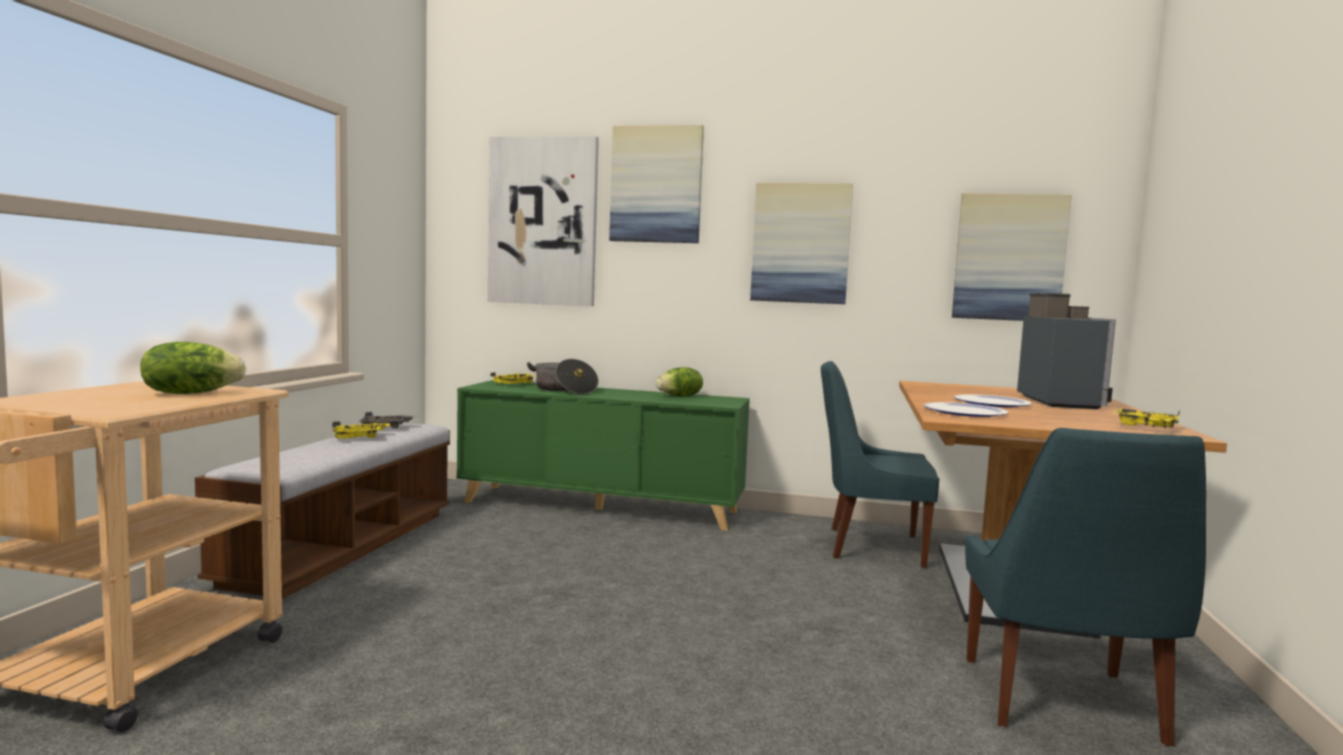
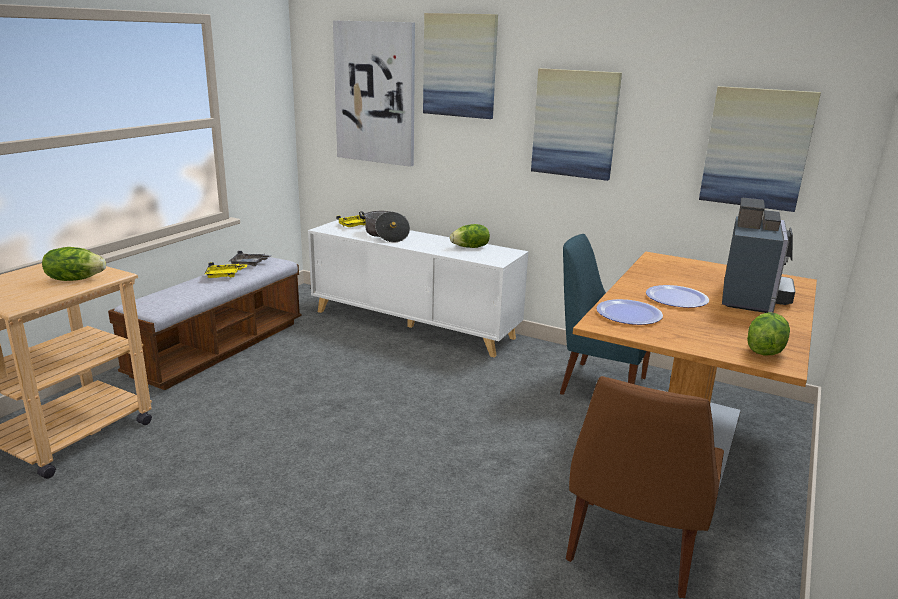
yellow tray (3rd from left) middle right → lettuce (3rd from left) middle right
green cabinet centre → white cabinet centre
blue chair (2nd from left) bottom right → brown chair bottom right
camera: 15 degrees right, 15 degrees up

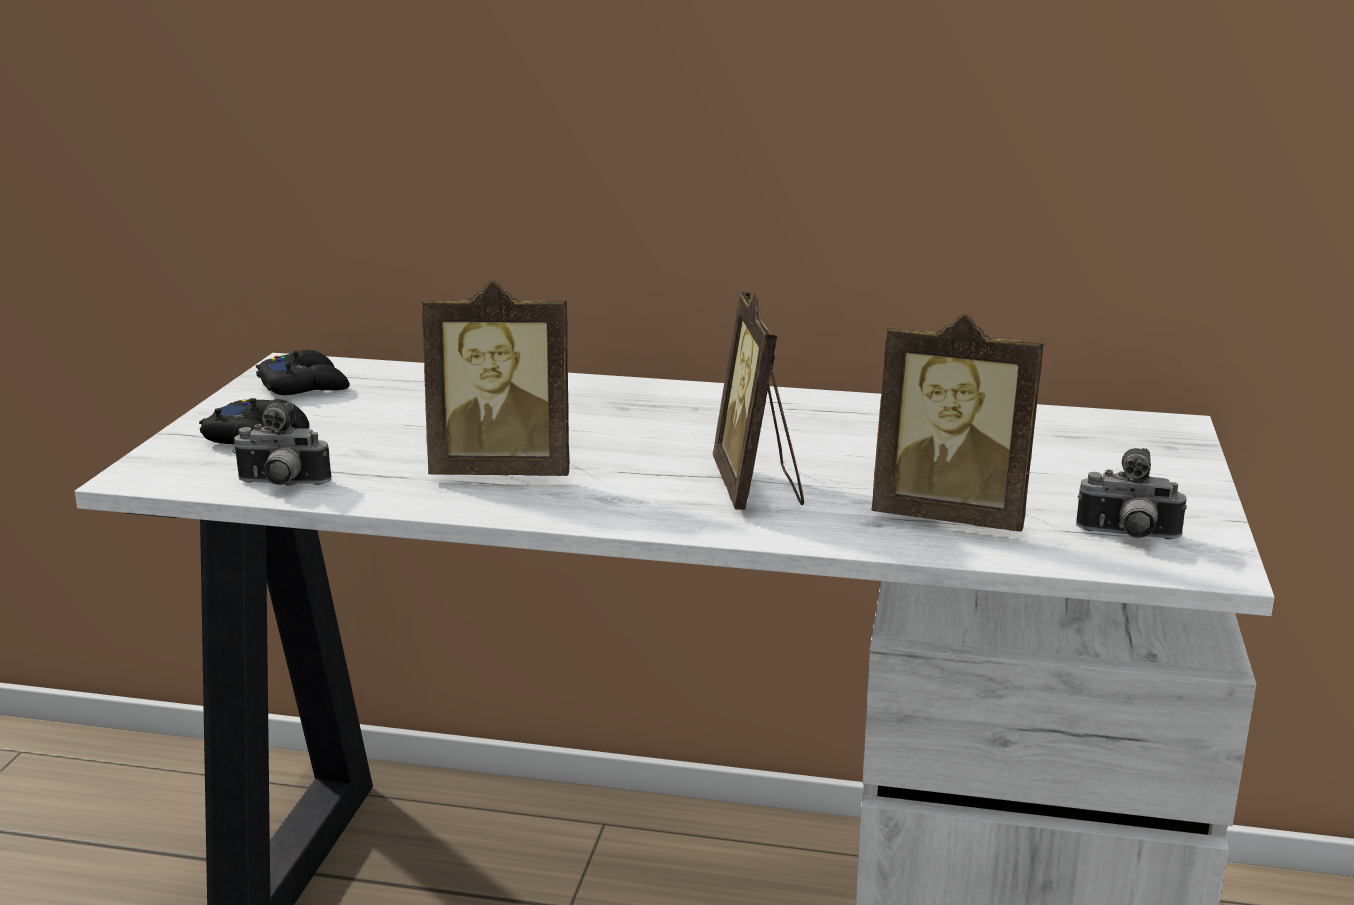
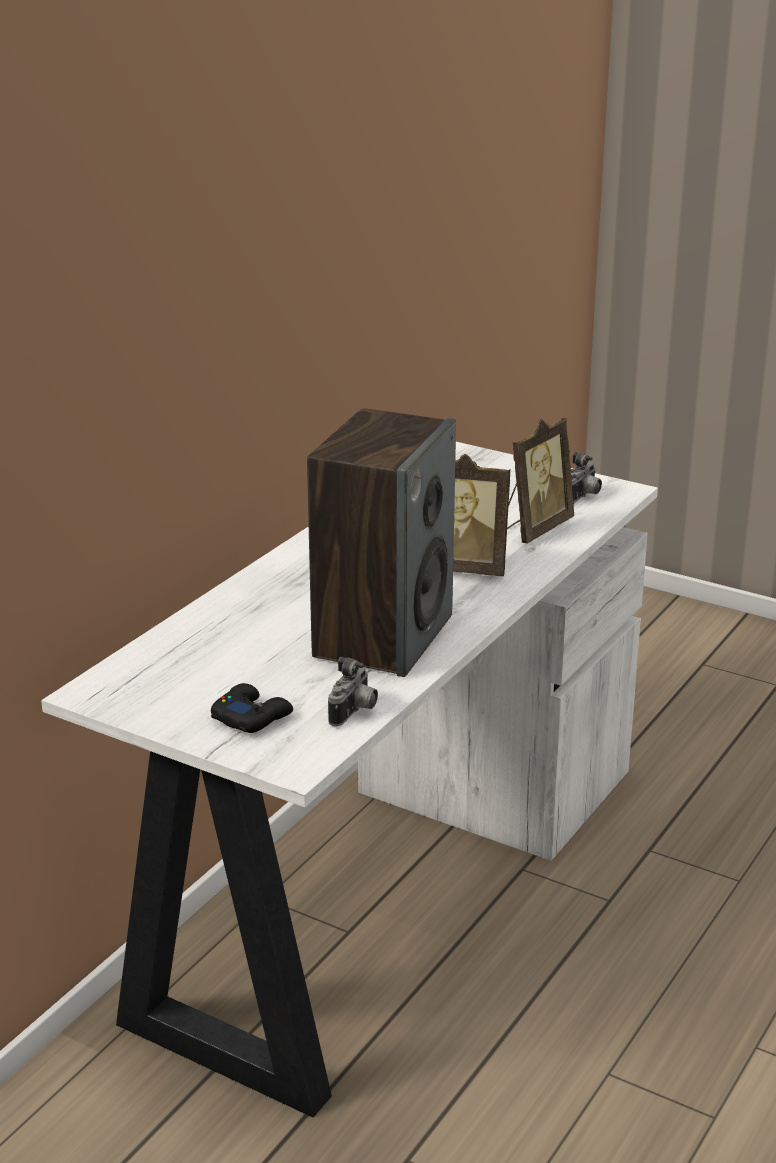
black game controller (2nd from left) middle left → -
picture frame (1st from left) centre → speaker centre
camera: 70 degrees left, 5 degrees up

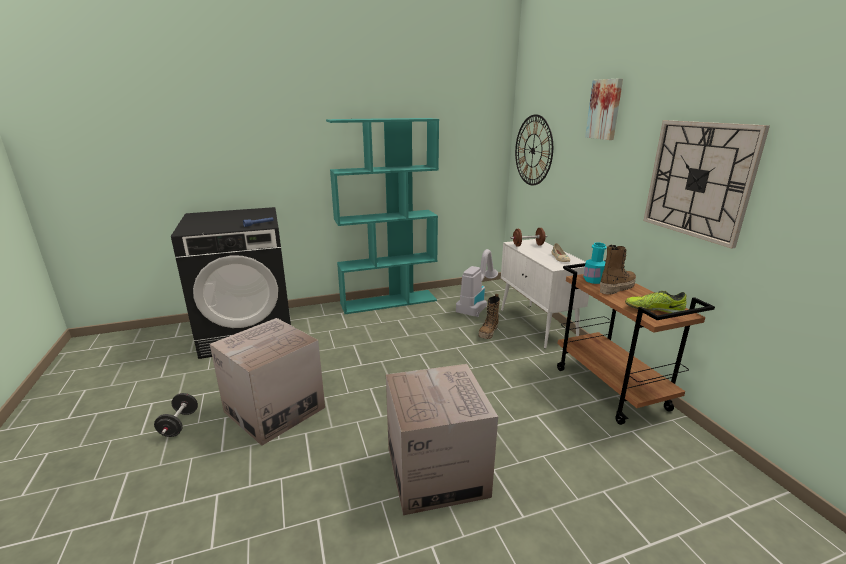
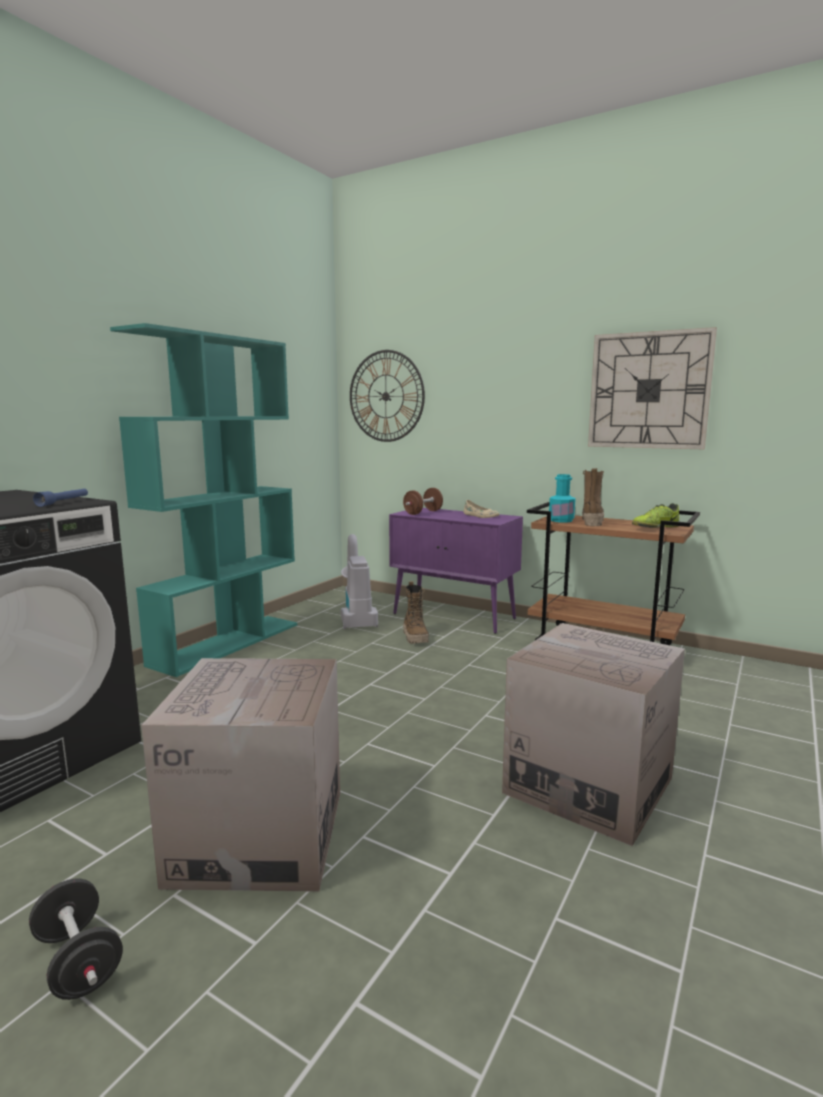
picture top right → -
white cabinet centre → purple cabinet centre
camera: 40 degrees left, 10 degrees down

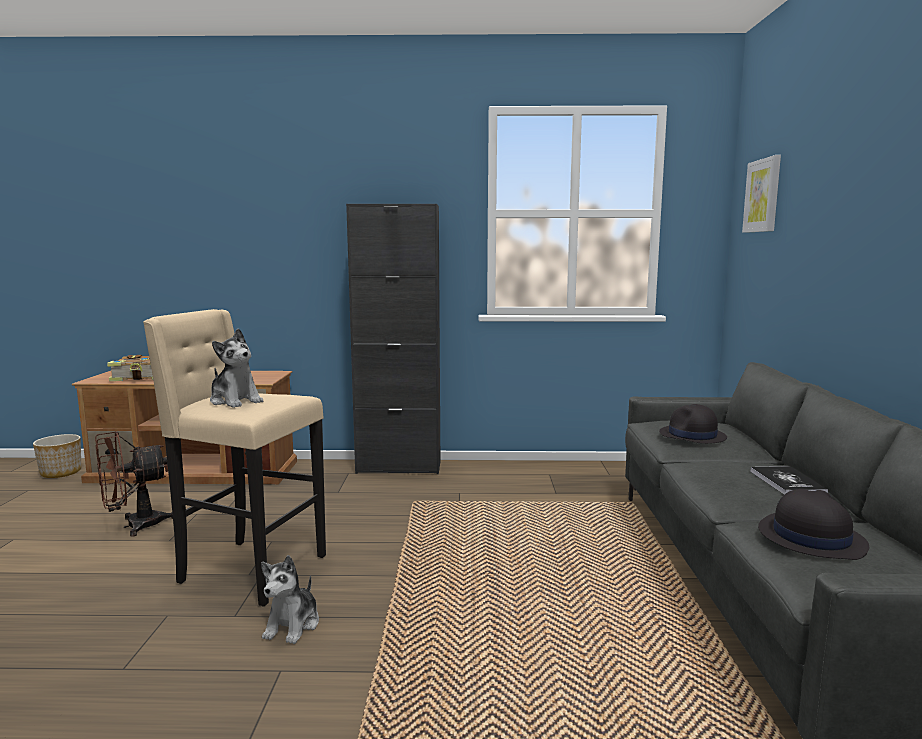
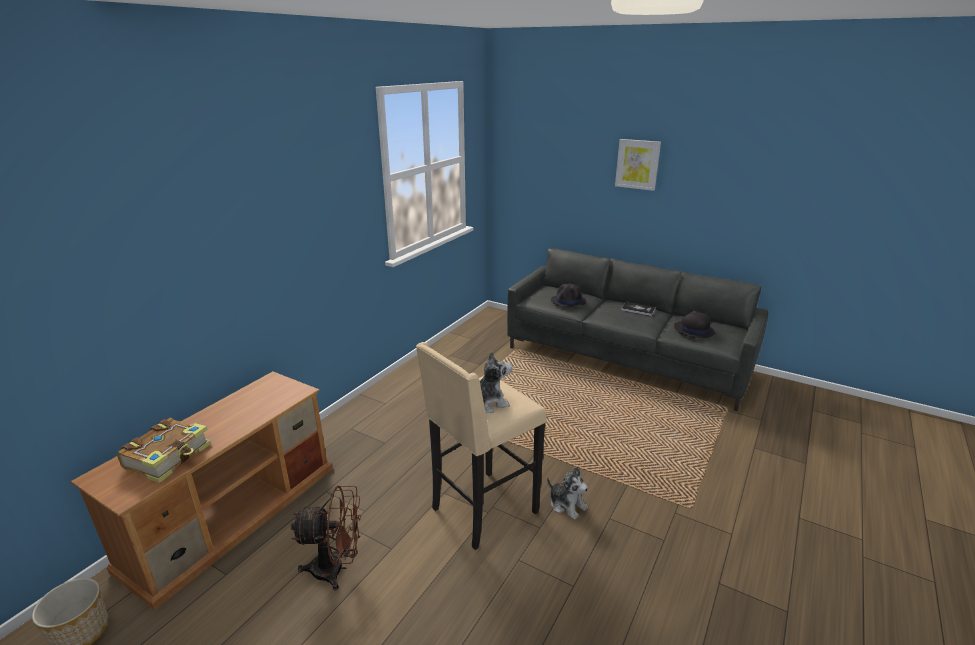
black cabinet centre → -
picture top right → picture top centre, move
brown fan middle left → brown fan bottom centre, 90 degrees counterclockwise
camera: 60 degrees left, 15 degrees up

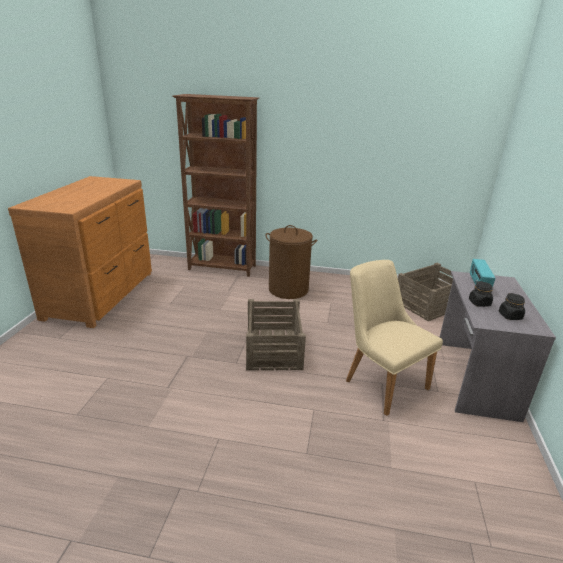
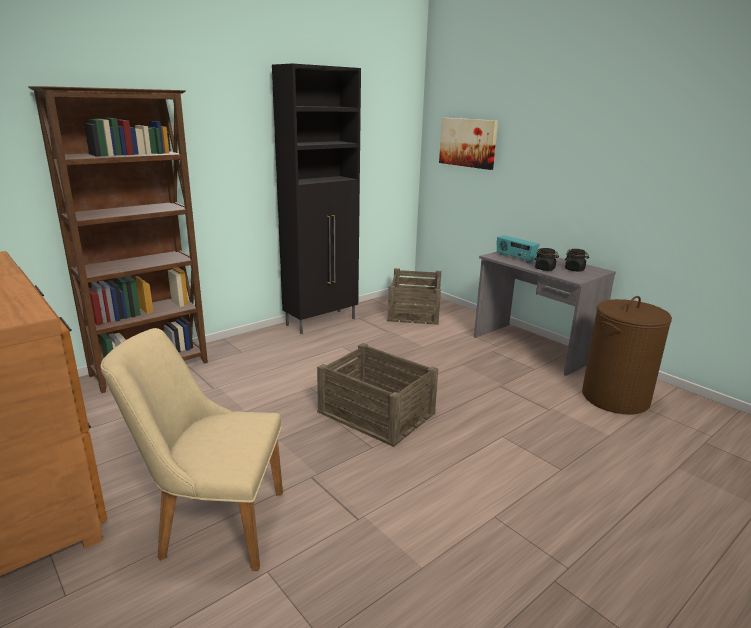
- → black cabinet top centre
- → picture top centre
brown laundry basket centre → brown laundry basket middle right, move
beige chair middle right → beige chair bottom left, move
camera: 50 degrees left, 5 degrees down

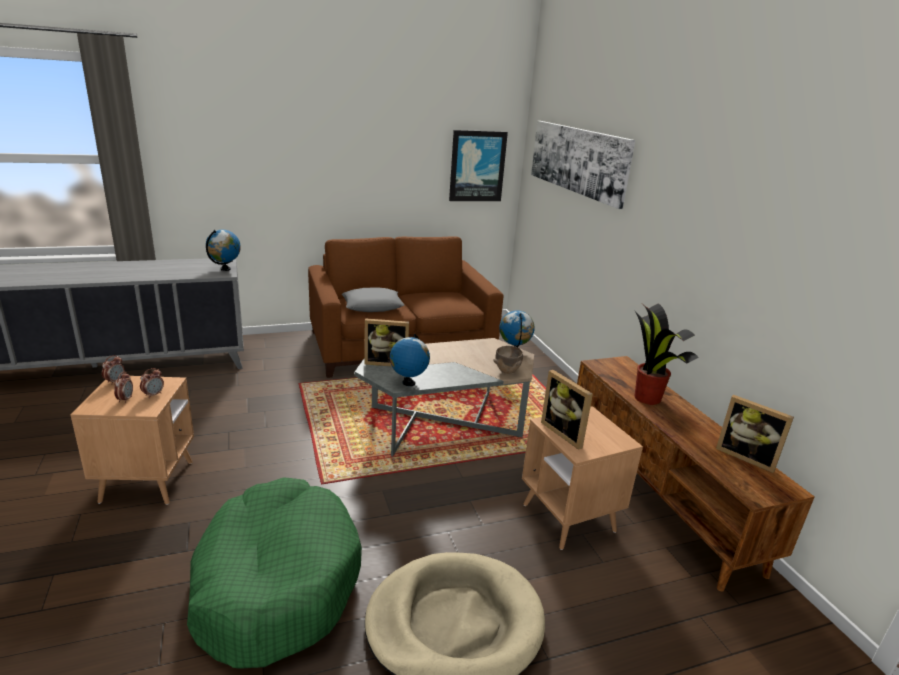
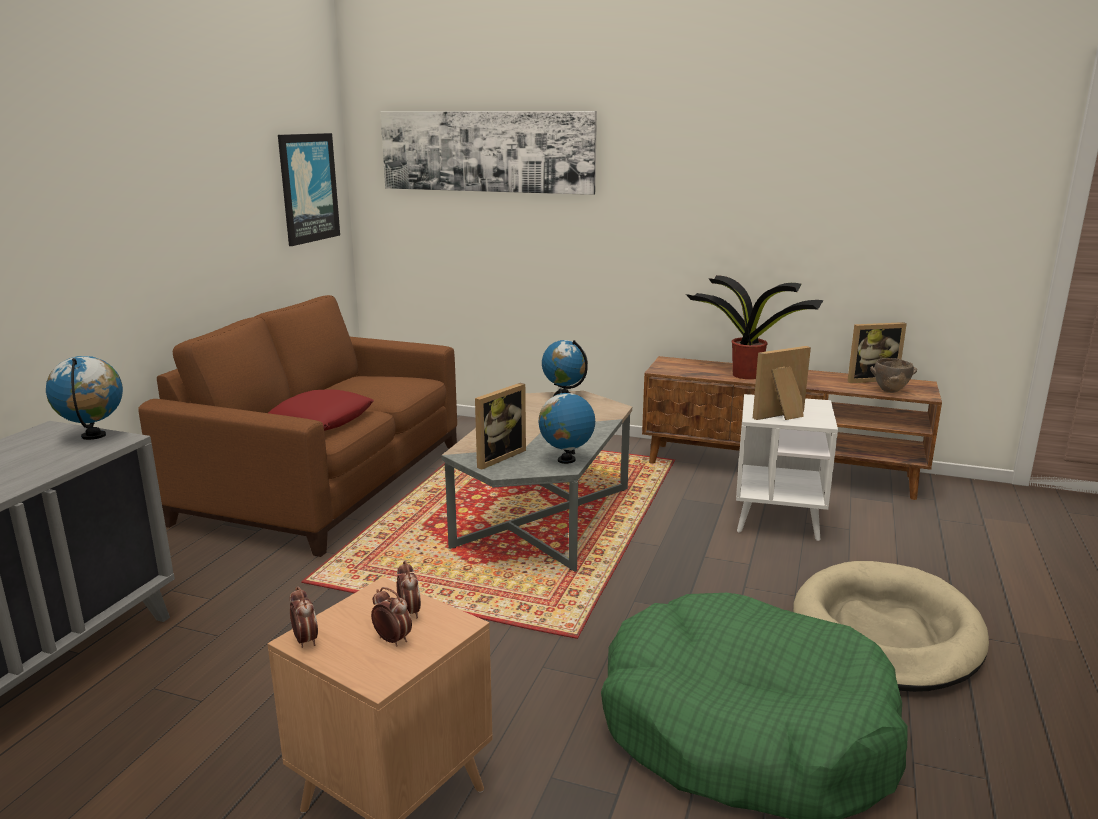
brown bowl centre → brown bowl middle right, move
grey pillow centre → red pillow middle left
brown side table (2nd from left) bottom centre → white side table middle right
picture frame (2nd from left) centre → picture frame (2nd from left) middle right, 150 degrees clockwise
camera: 50 degrees left, 5 degrees down

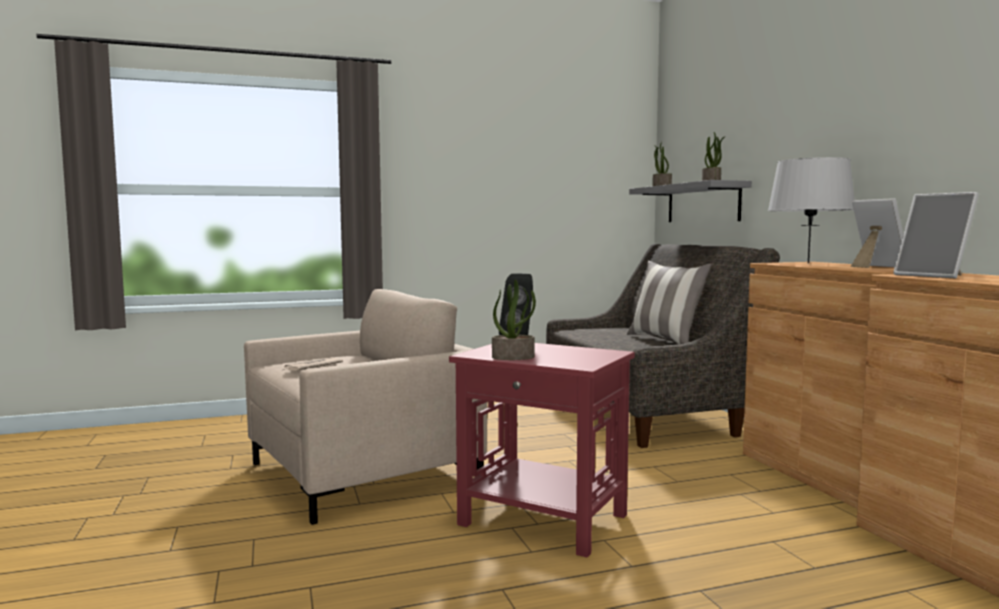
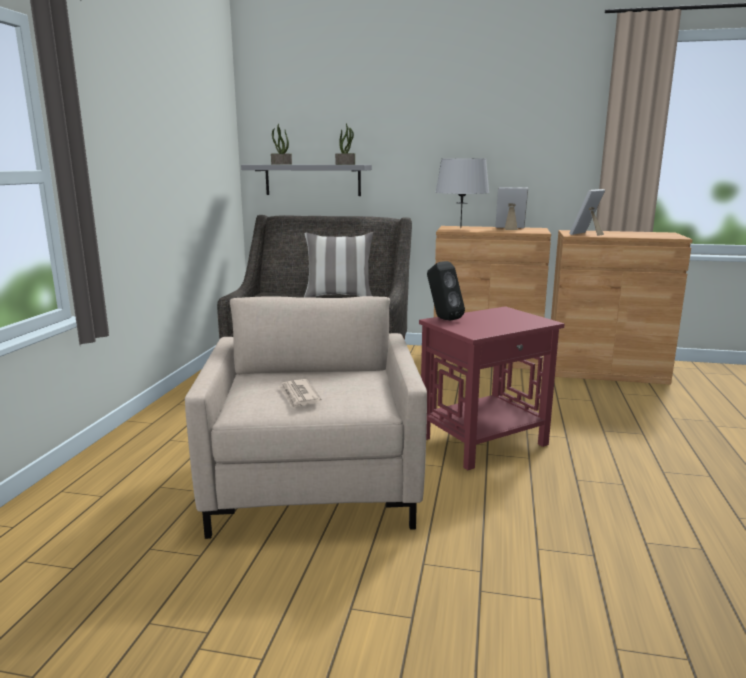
potted plant (1st from left) centre → -
picture frame (2nd from left) middle right → picture frame (2nd from left) top right, 135 degrees clockwise
camera: 60 degrees left, 10 degrees up

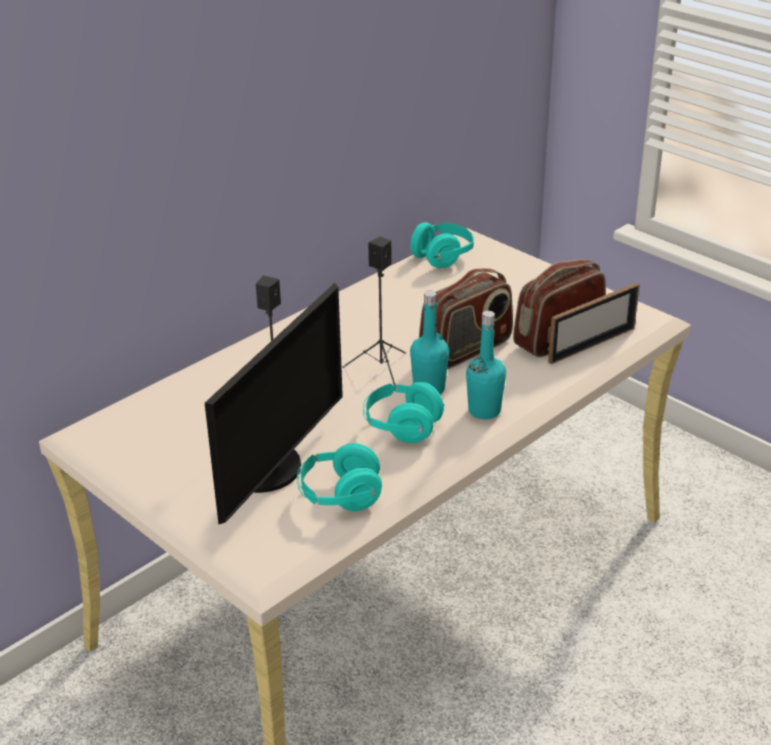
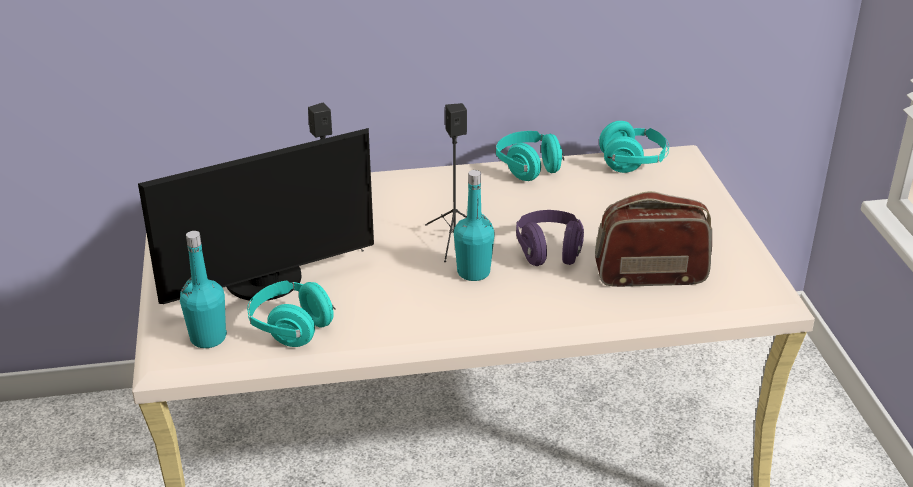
picture frame middle right → -
turquoise headphones (2nd from left) centre → turquoise headphones (2nd from left) top centre, move
turquoise bottle (2nd from left in the first image) centre → turquoise bottle (1st from left) middle left, move
radio (1st from left) centre → purple headphones centre
camera: 35 degrees right, 0 degrees up

